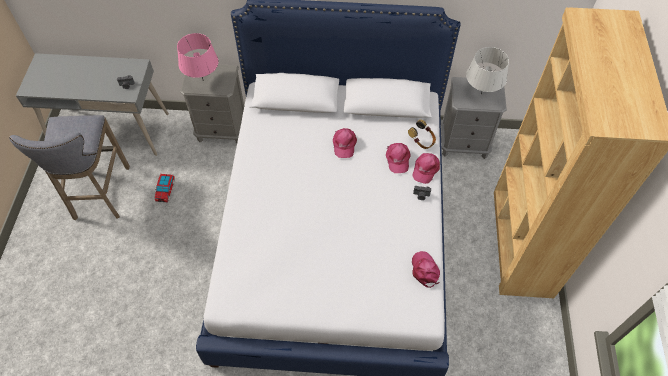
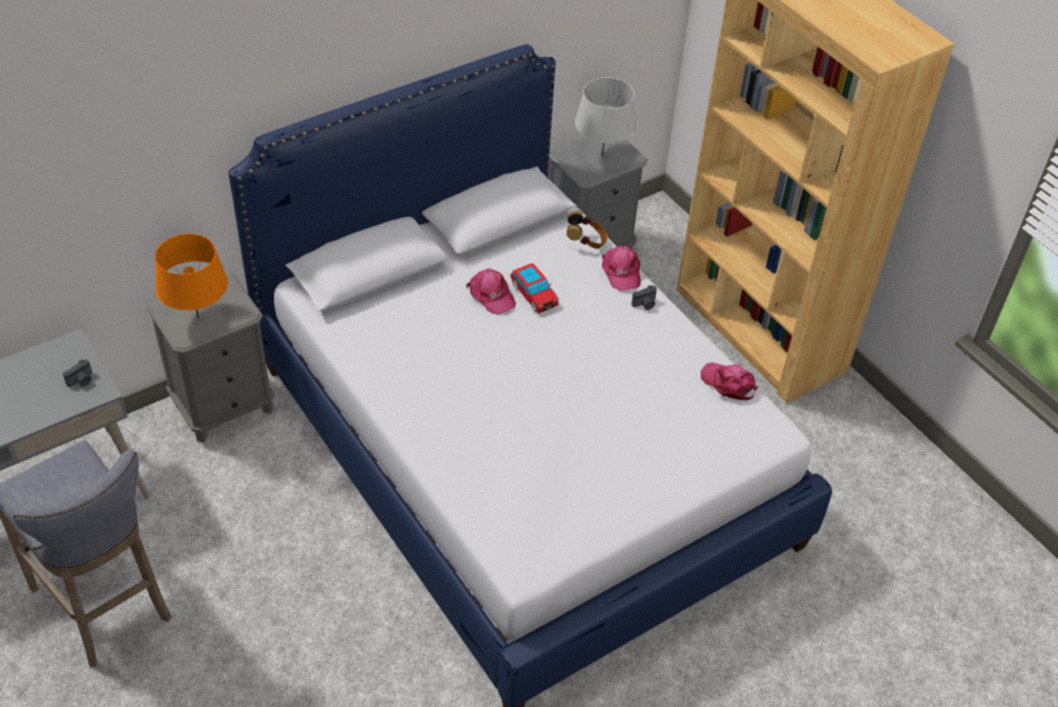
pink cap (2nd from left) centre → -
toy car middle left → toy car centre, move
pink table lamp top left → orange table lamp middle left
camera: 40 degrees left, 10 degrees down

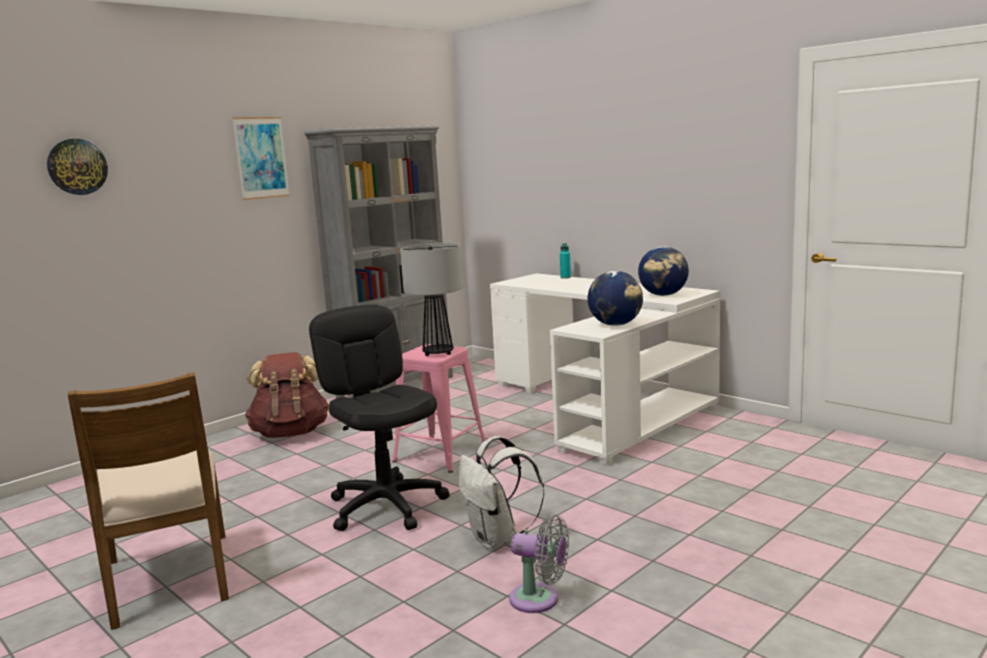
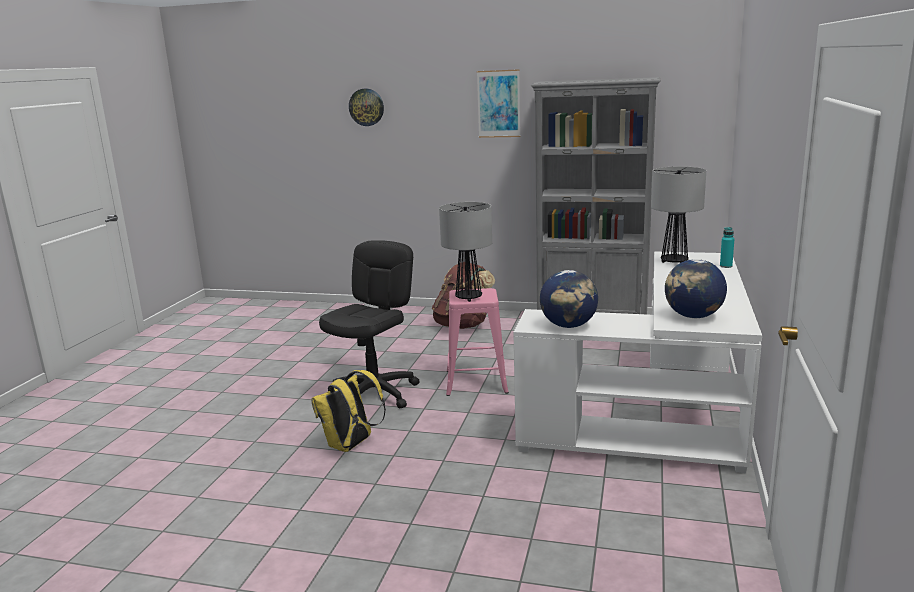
brown chair bottom left → -
grey fan bottom centre → -
- → table lamp (2nd from left) middle right
white backpack bottom centre → yellow backpack bottom centre
camera: 60 degrees right, 5 degrees up

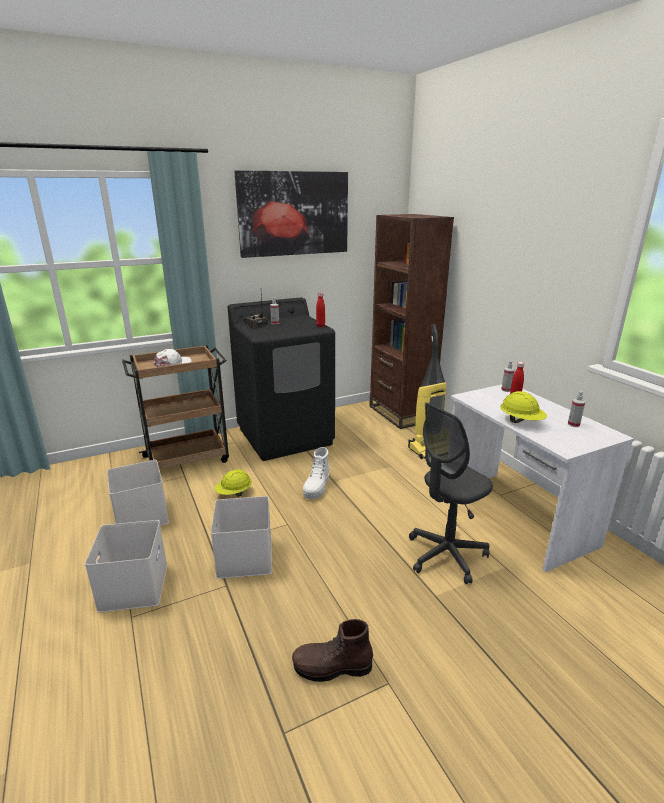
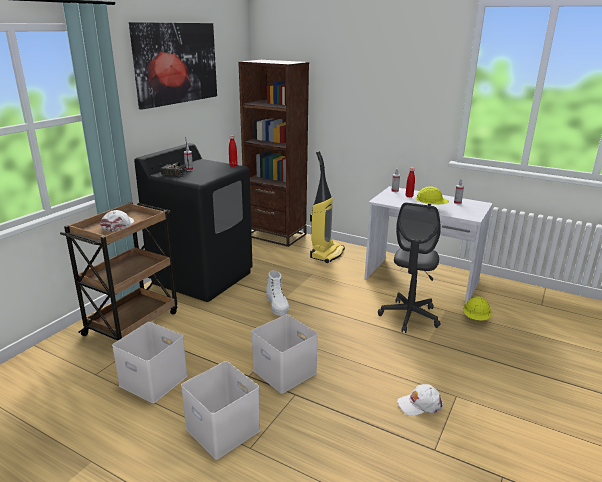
yellow hard hat (1st from left in the first image) centre → yellow hard hat (2nd from left) middle right, move
brown boot bottom centre → white cap (2nd from left) bottom right
camera: 35 degrees left, 0 degrees up

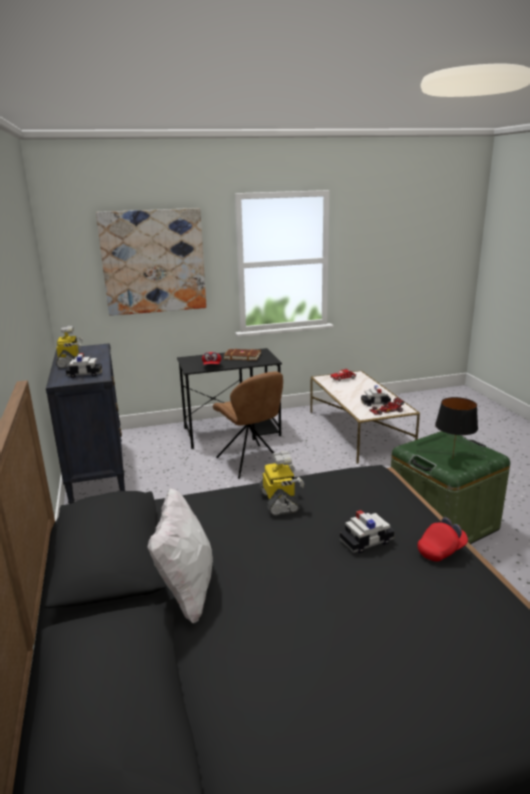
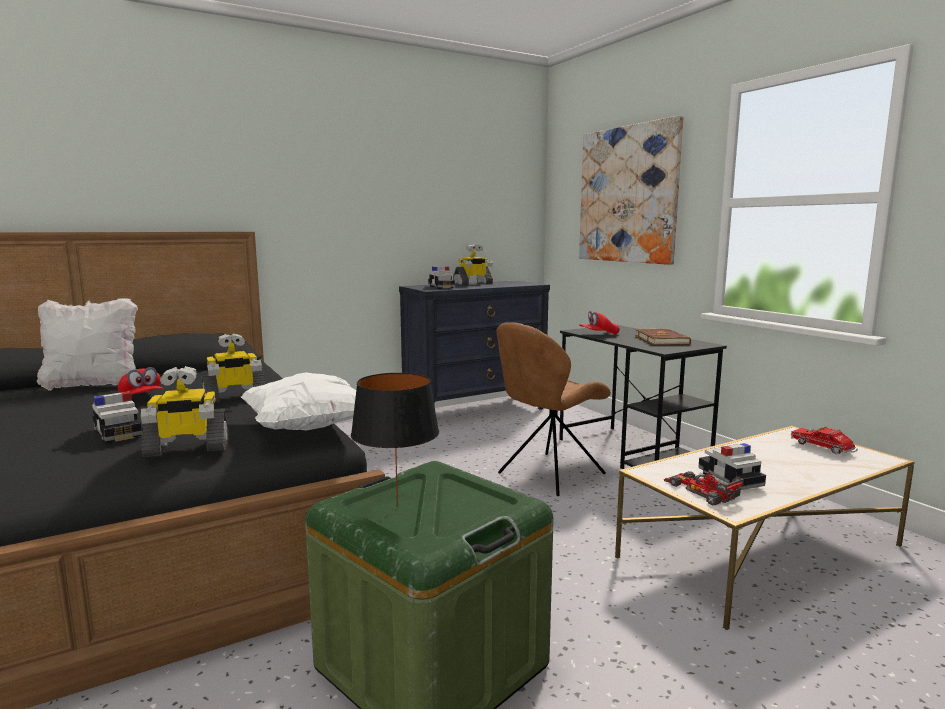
- → toy robot (1st from left) middle left
- → white pillow (2nd from left) middle left
red cap (2nd from left in the first image) bottom right → red cap (1st from left) middle left, move
camera: 75 degrees right, 10 degrees down

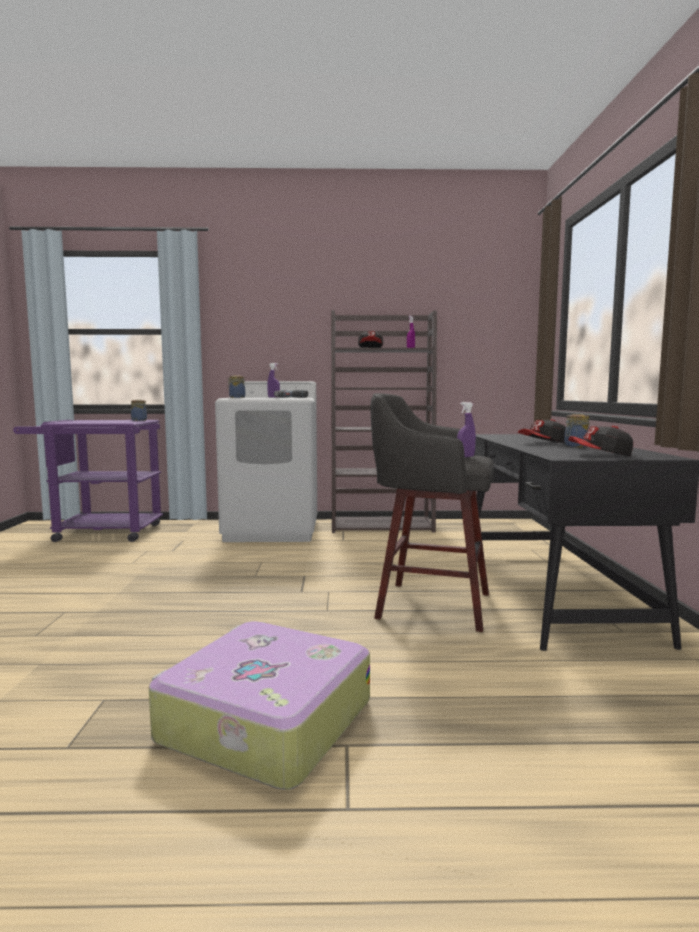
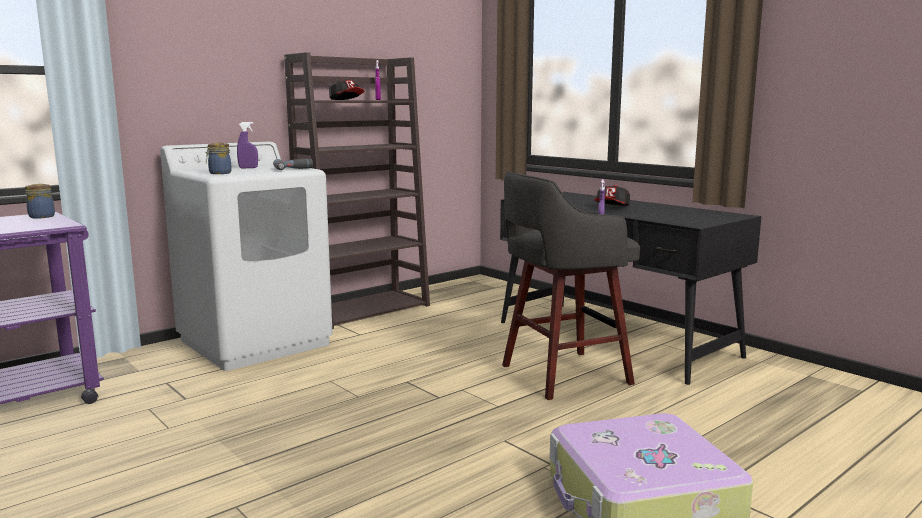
jar (3rd from left) middle right → -
cap (3rd from left) middle right → -
camera: 40 degrees left, 5 degrees up

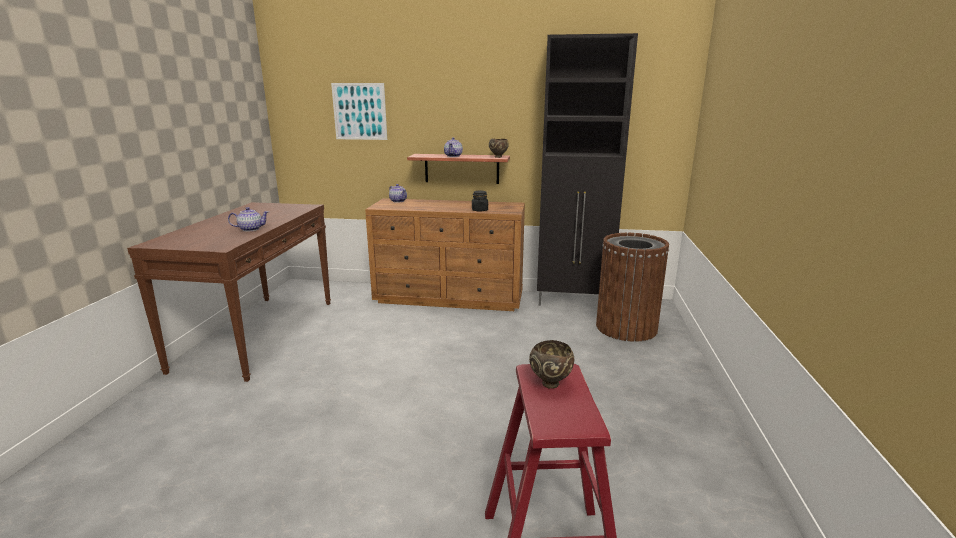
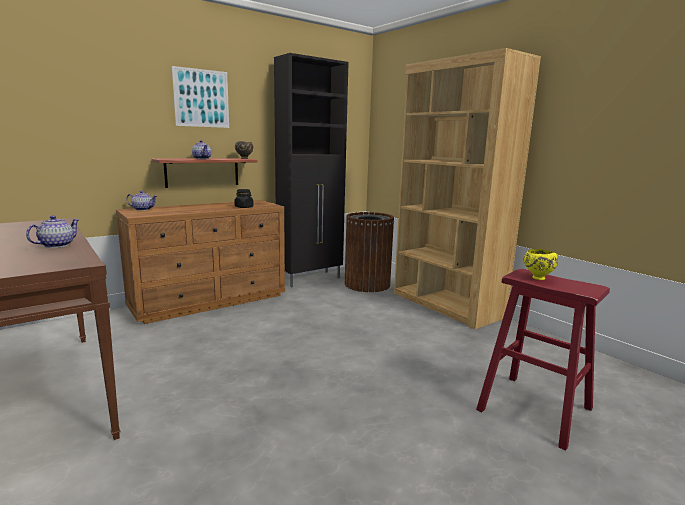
- → brown bookcase middle right
picture top centre → picture top left, move
brown bowl (2nd from left) bottom centre → yellow bowl middle right
camera: 45 degrees left, 5 degrees down

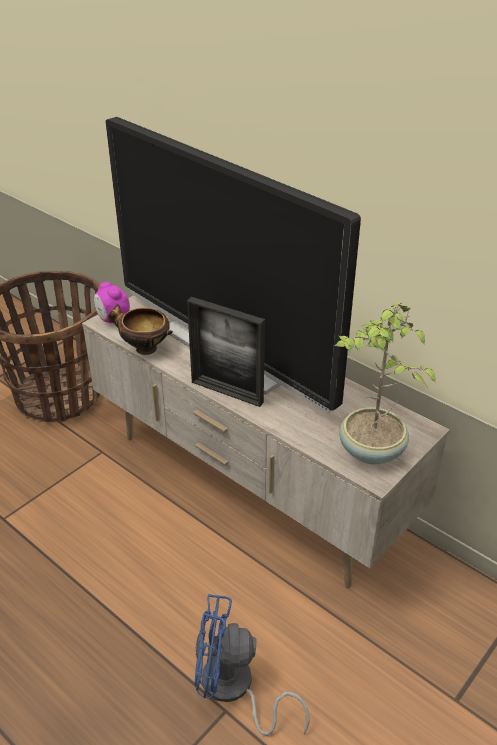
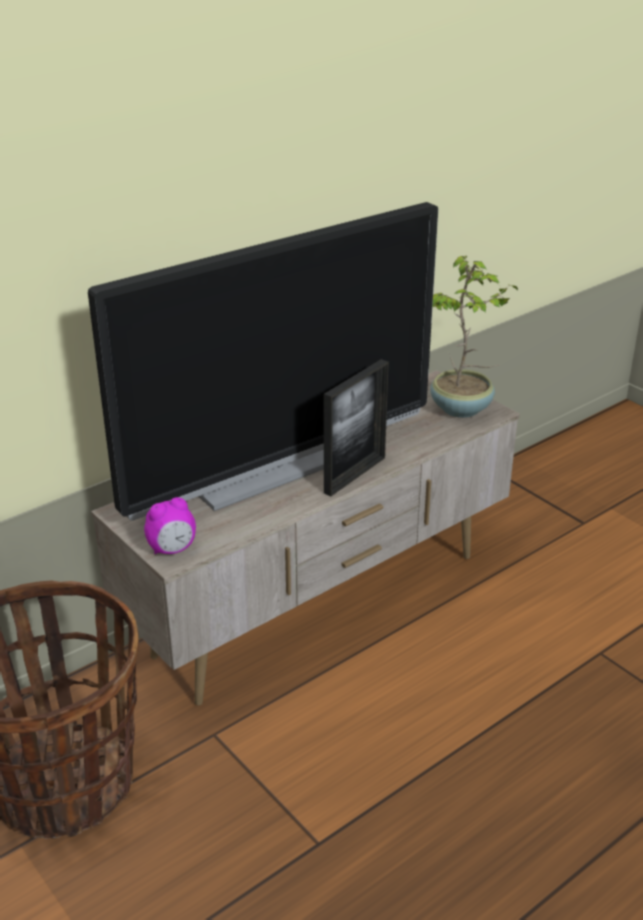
bowl middle left → -
blue fan bottom centre → -
camera: 80 degrees left, 5 degrees down

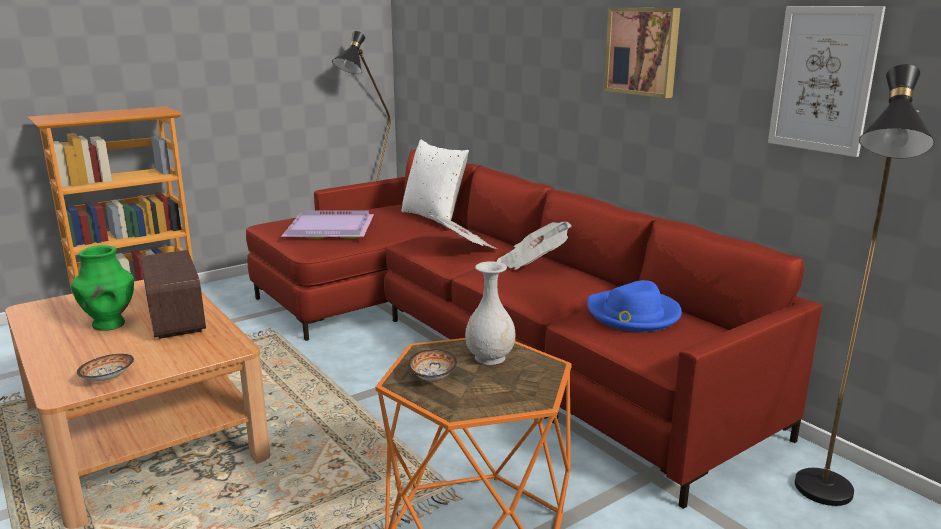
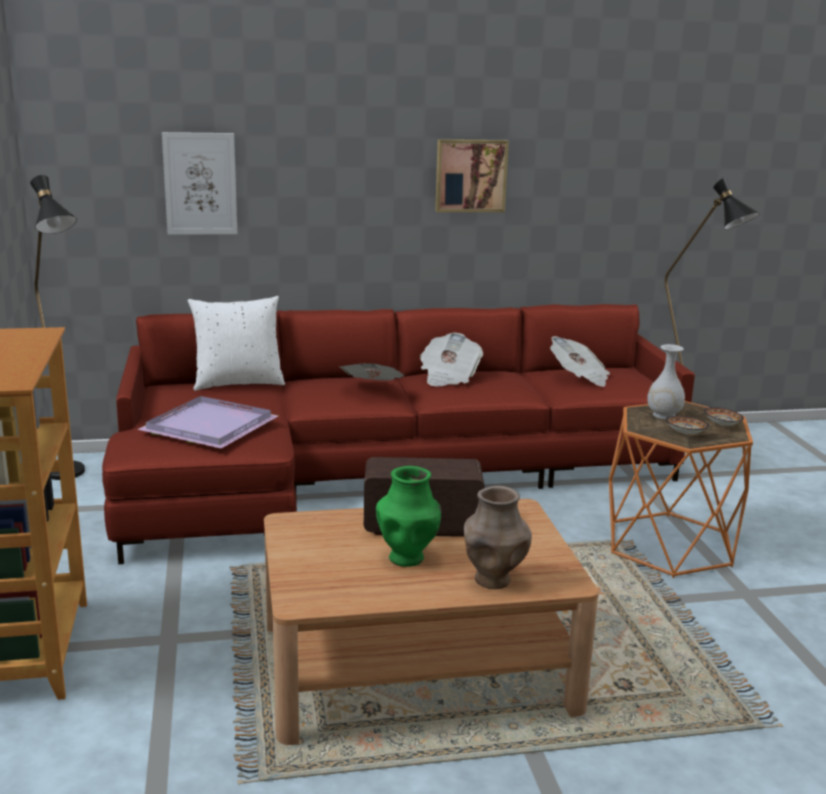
- → brown vase bottom centre
bowl (1st from left in the first image) bottom left → bowl (2nd from left) middle right, move
picture (2nd from left in the first image) top right → picture (1st from left) top left, move
blue hat middle right → newspaper (3rd from left) middle right
camera: 65 degrees left, 0 degrees up

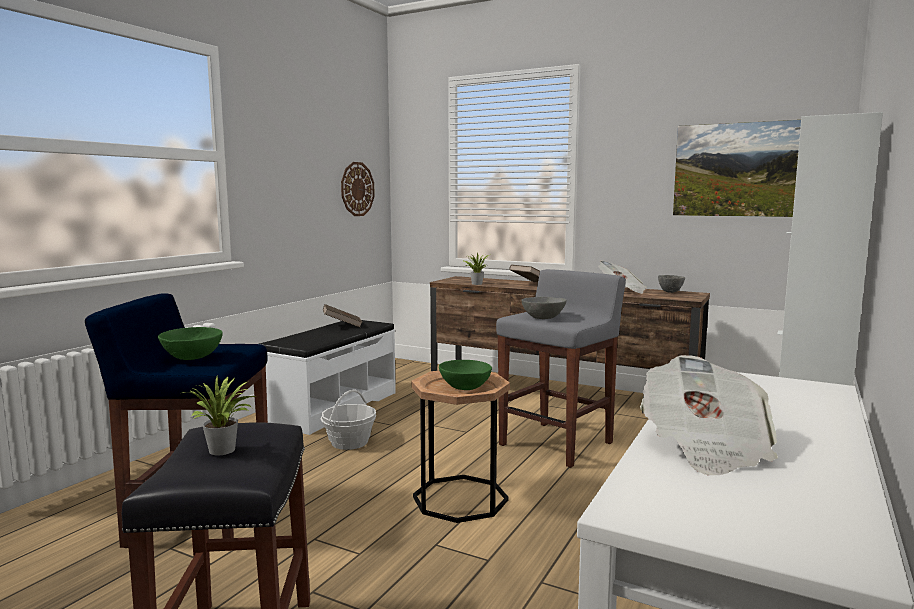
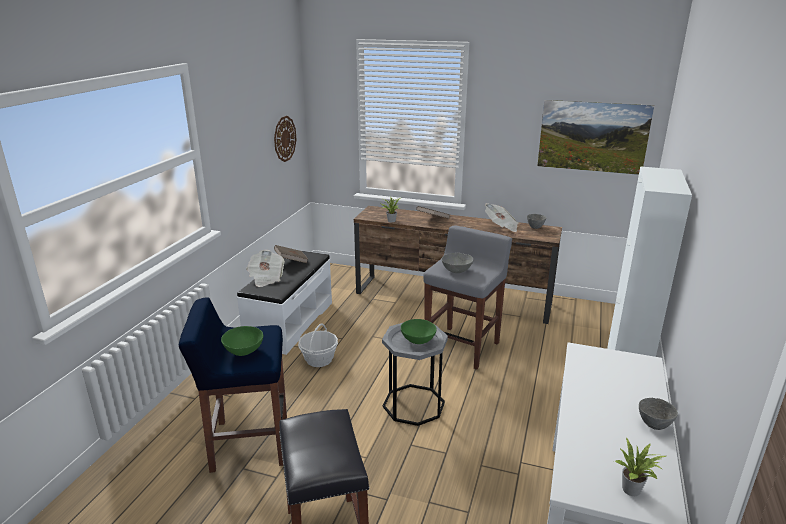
- → grey bowl (3rd from left) bottom right
potted plant (1st from left in the first image) bottom left → potted plant (2nd from left) bottom right, move
newspaper (2nd from left in the first image) bottom right → newspaper (1st from left) centre, move
brown side table bottom centre → grey side table bottom centre
camera: 10 degrees left, 15 degrees up

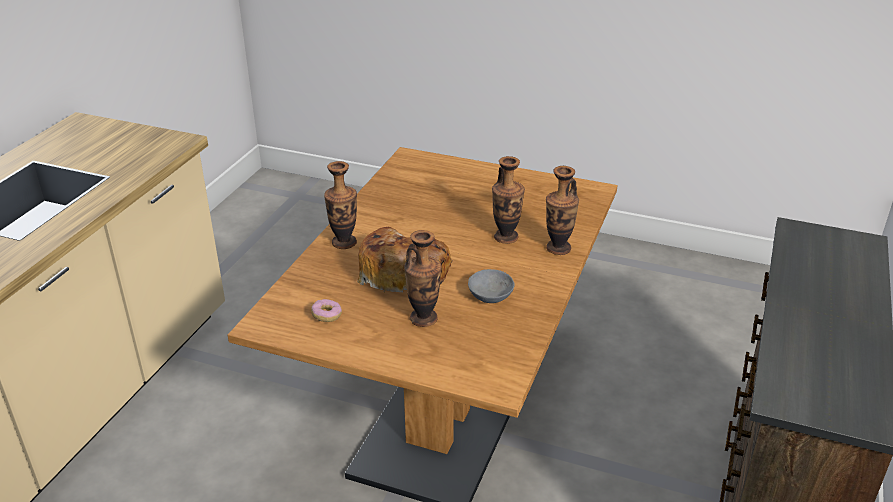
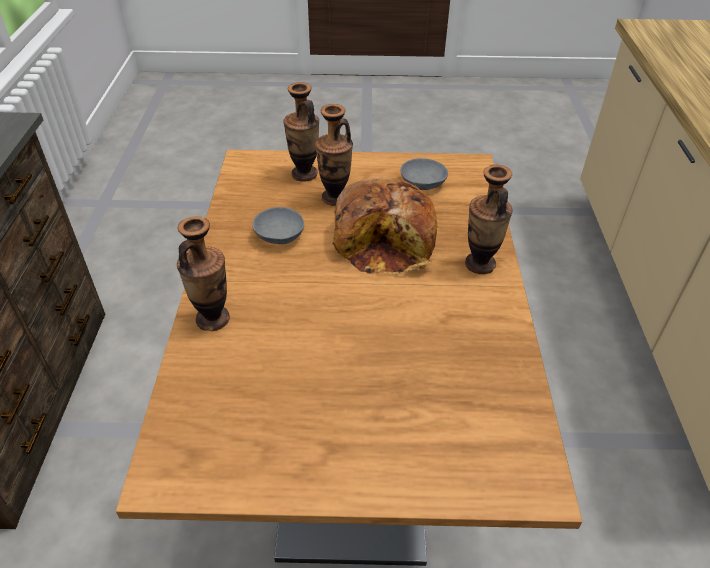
vase (3rd from left in the first image) centre → vase (2nd from left) top centre, move
donut centre → grey bowl (2nd from left) top centre
camera: 160 degrees right, 10 degrees up

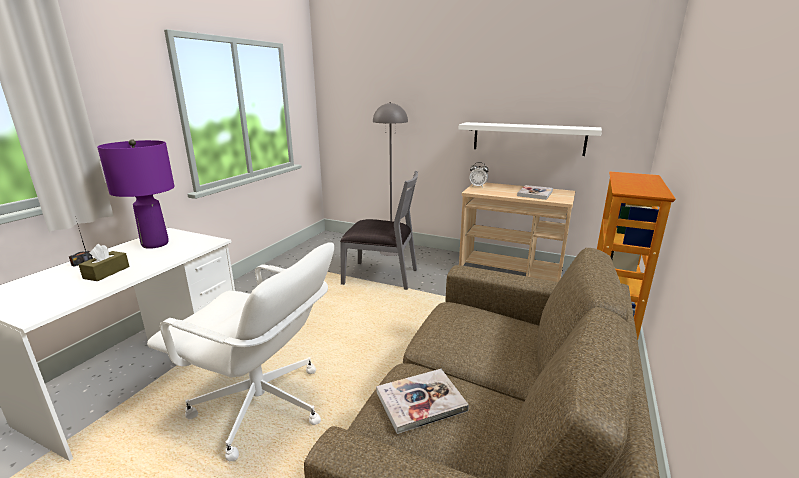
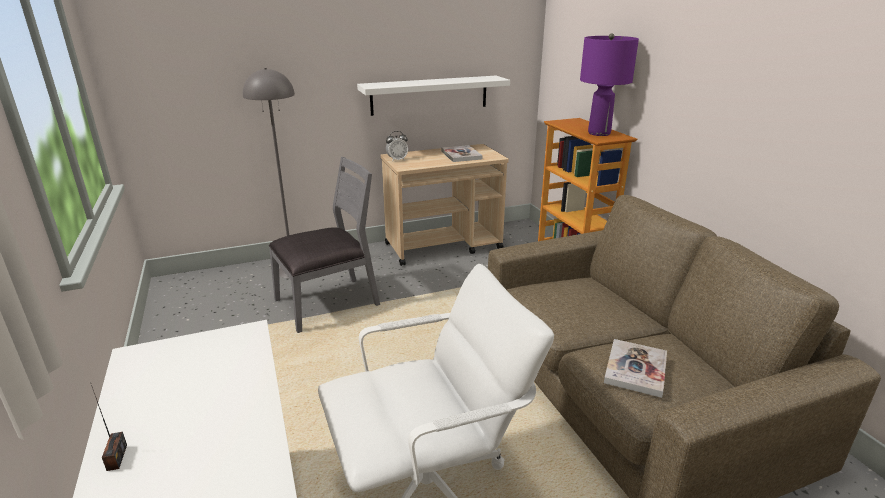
brown tissue box middle left → -
purple table lamp middle left → purple table lamp top right, move
camera: 45 degrees left, 5 degrees up

